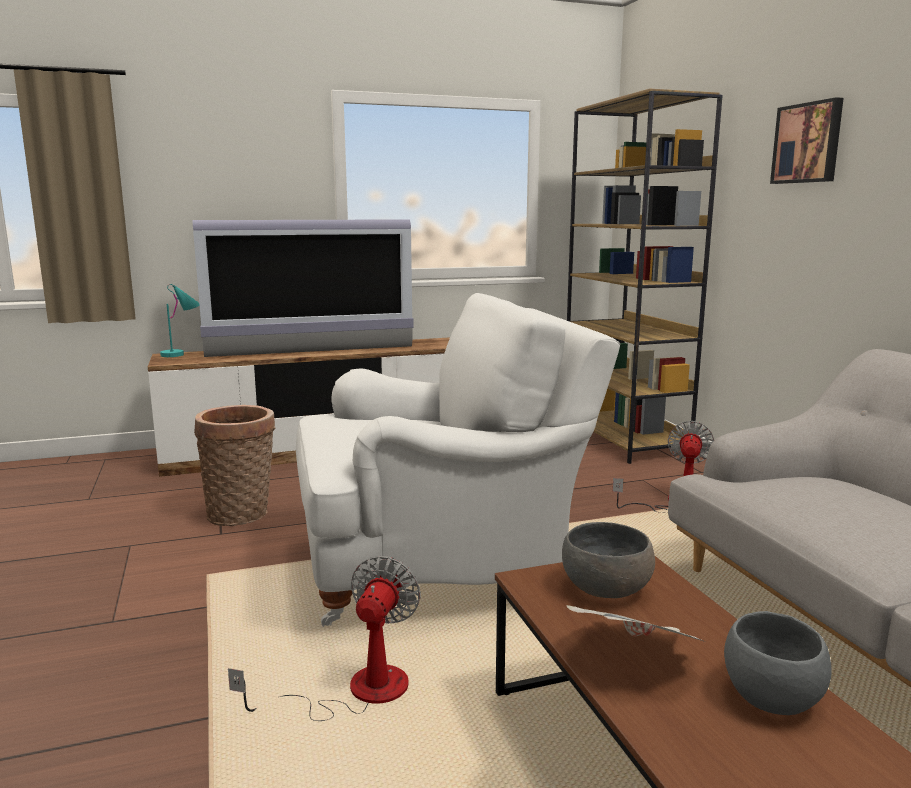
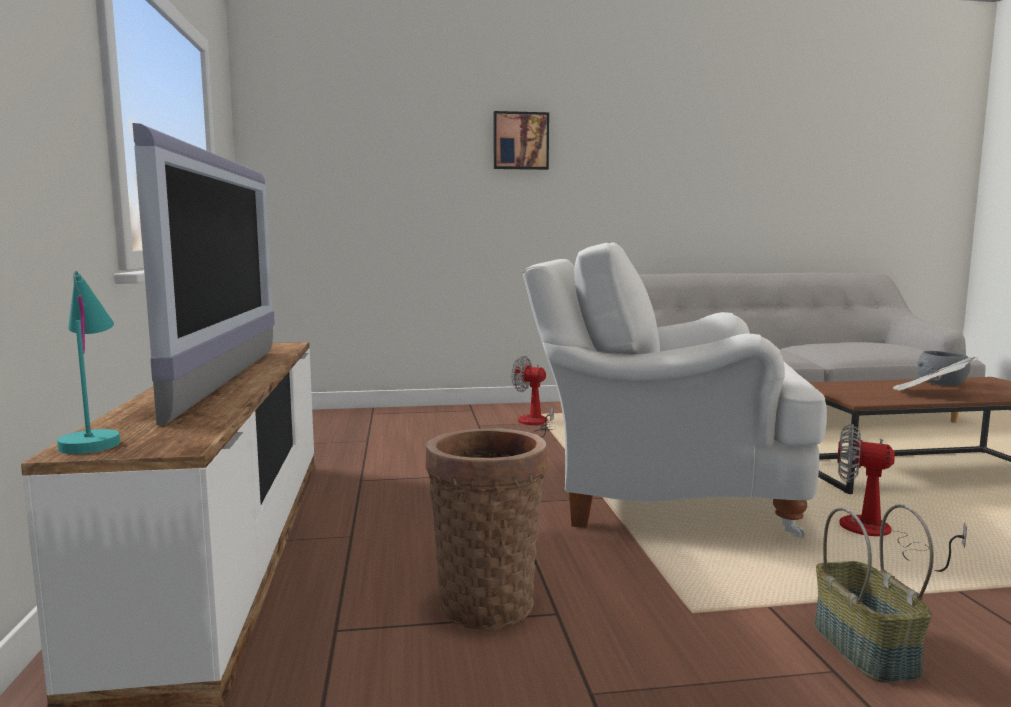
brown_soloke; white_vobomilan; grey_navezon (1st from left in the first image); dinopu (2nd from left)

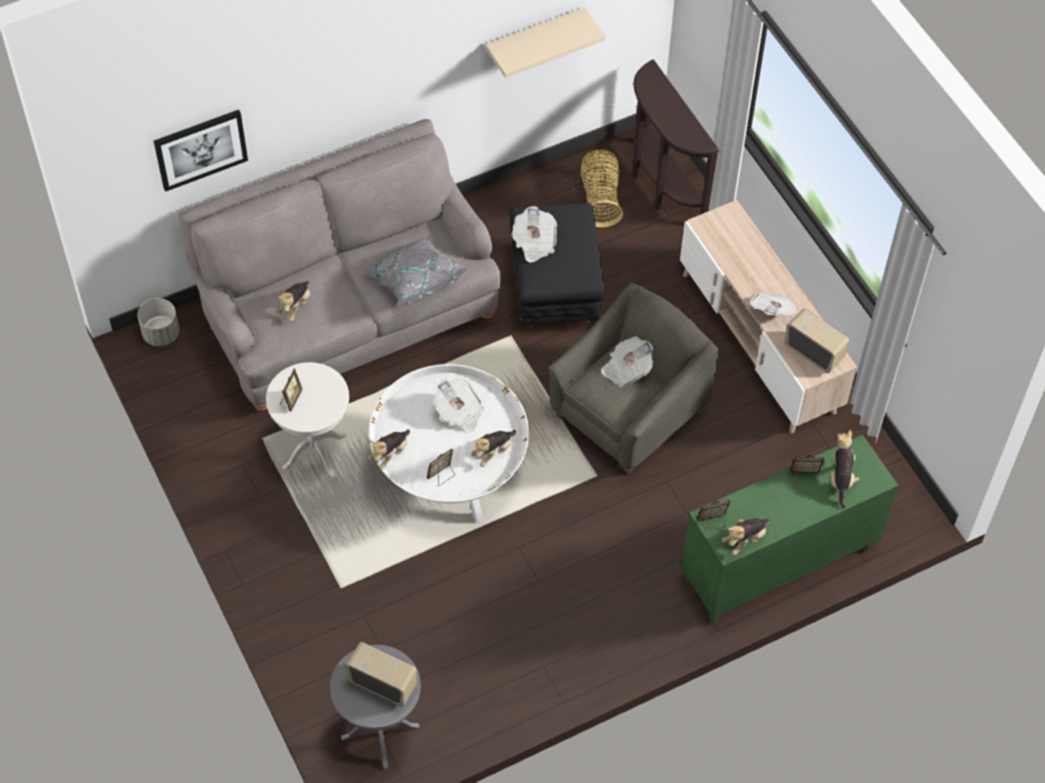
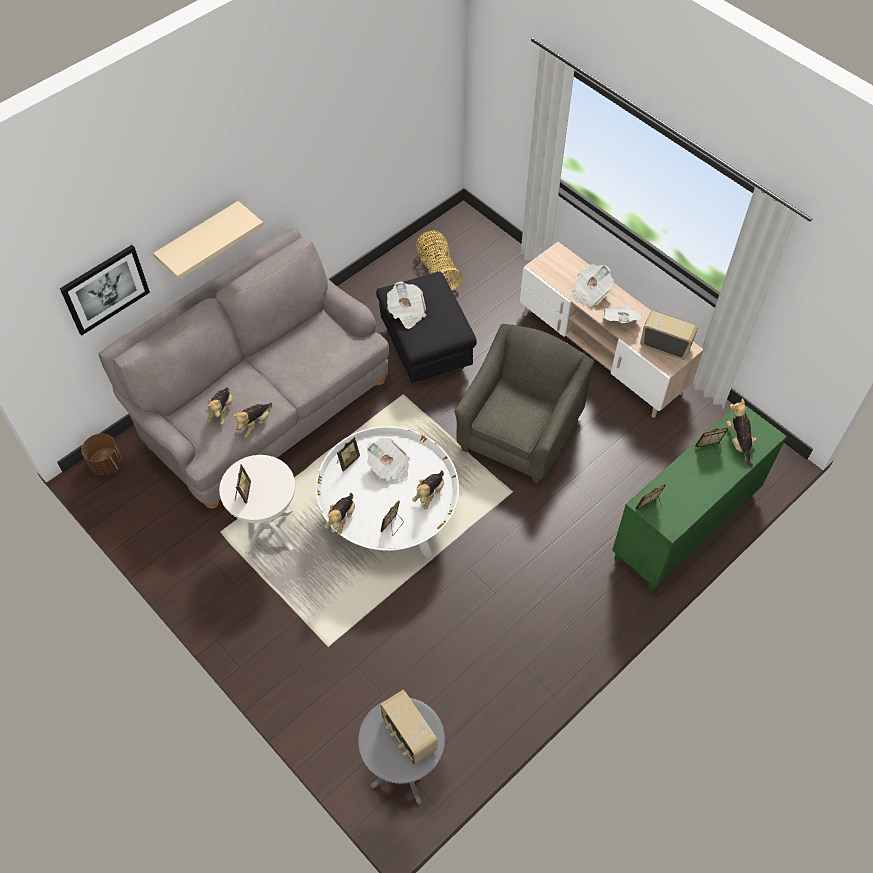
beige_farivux; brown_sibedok; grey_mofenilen; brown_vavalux; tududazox (3rd from left); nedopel (2nd from left); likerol (1st from left); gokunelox (2nd from left)

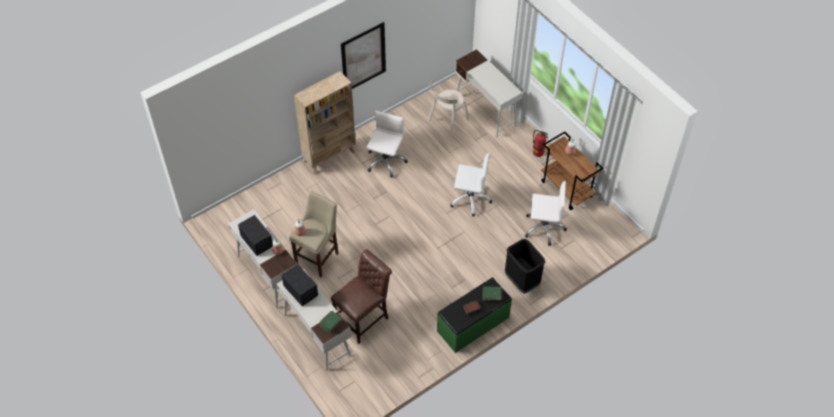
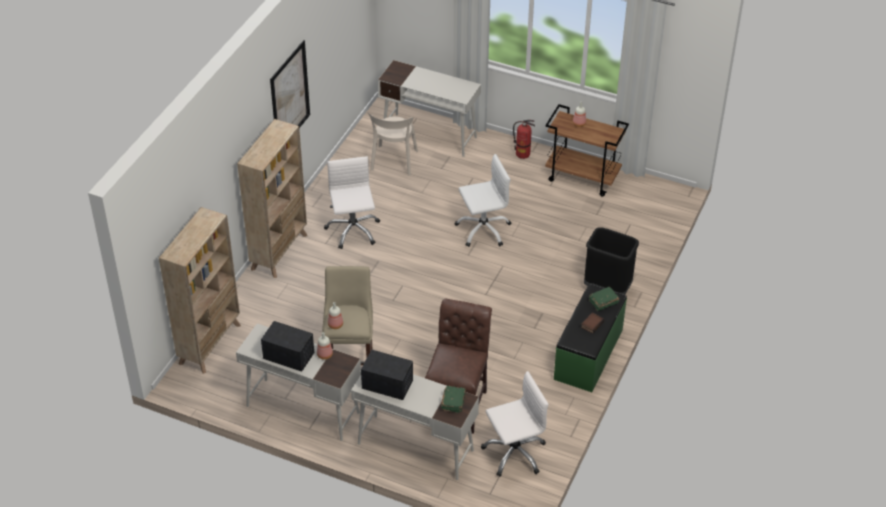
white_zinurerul (3rd from left); beige_soloke (1st from left)

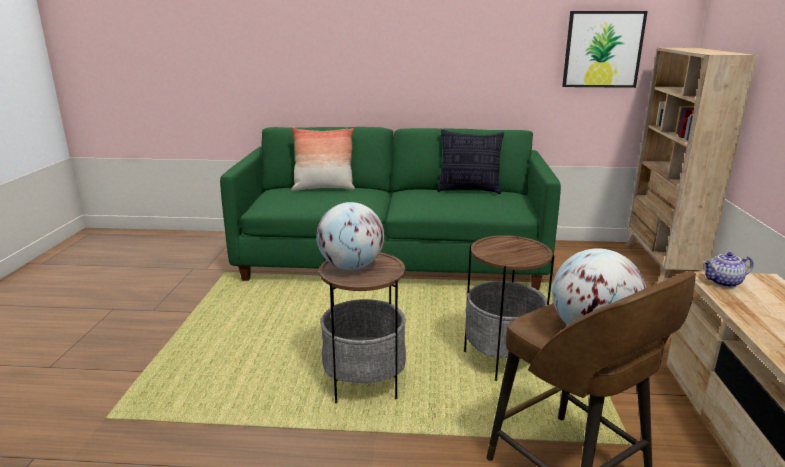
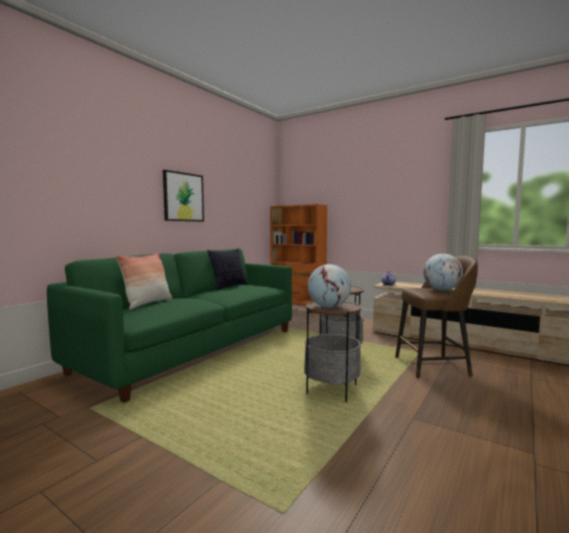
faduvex; orange_soloke

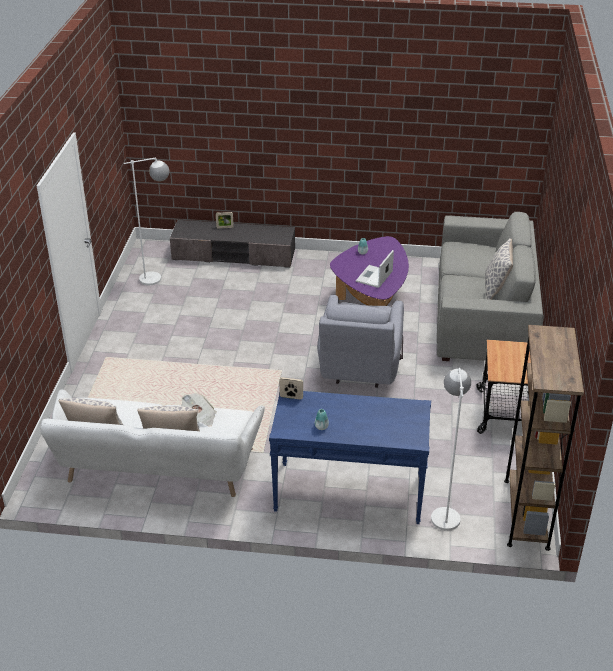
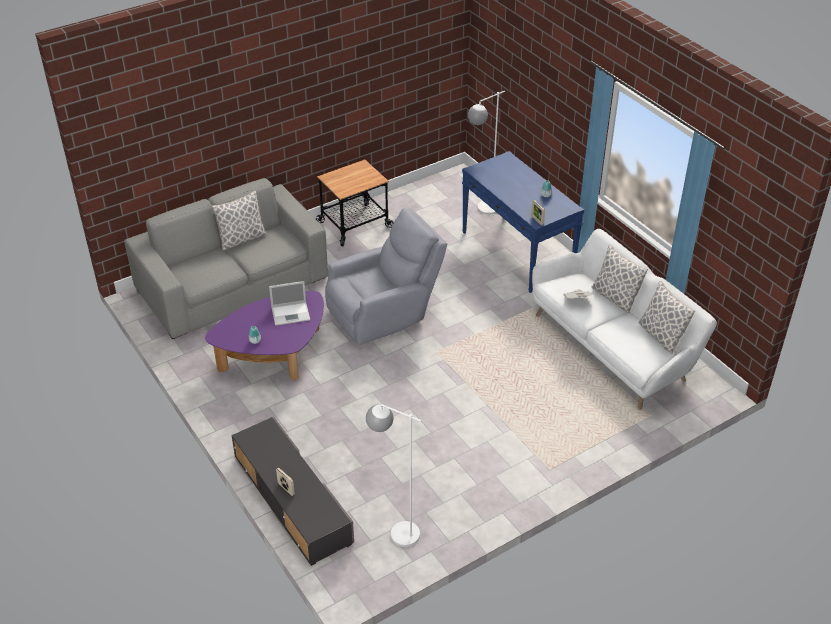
brown_soloke

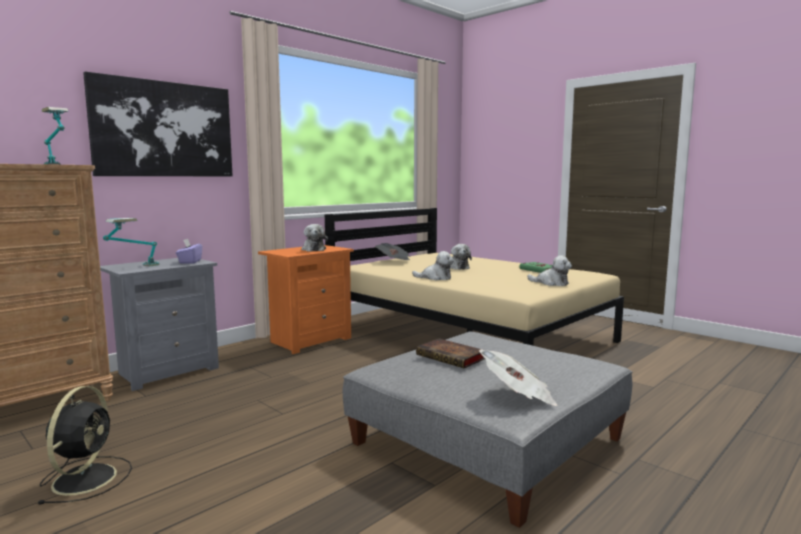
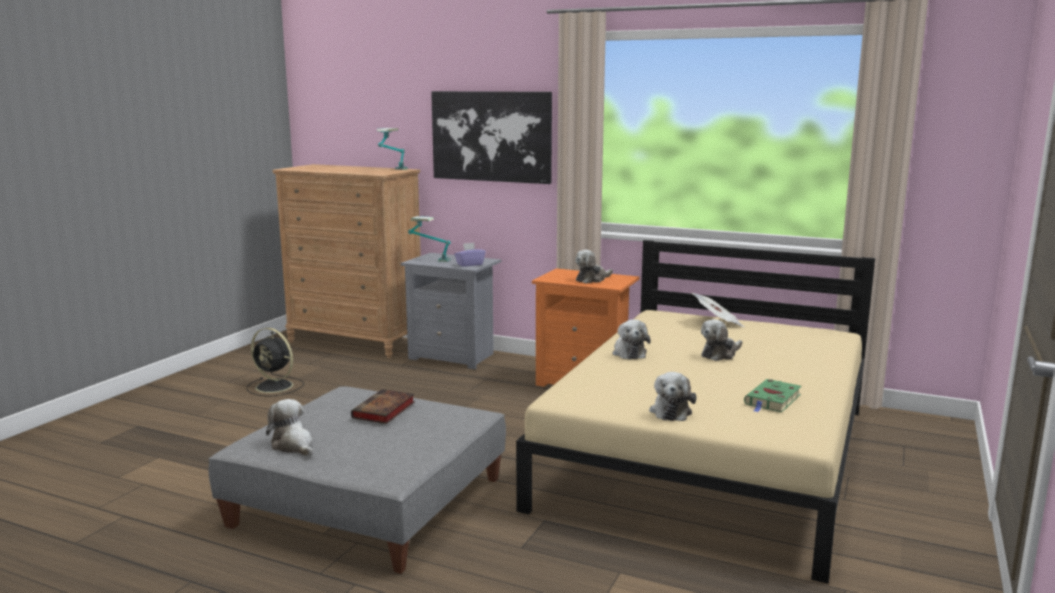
nedopel (1st from left); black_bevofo

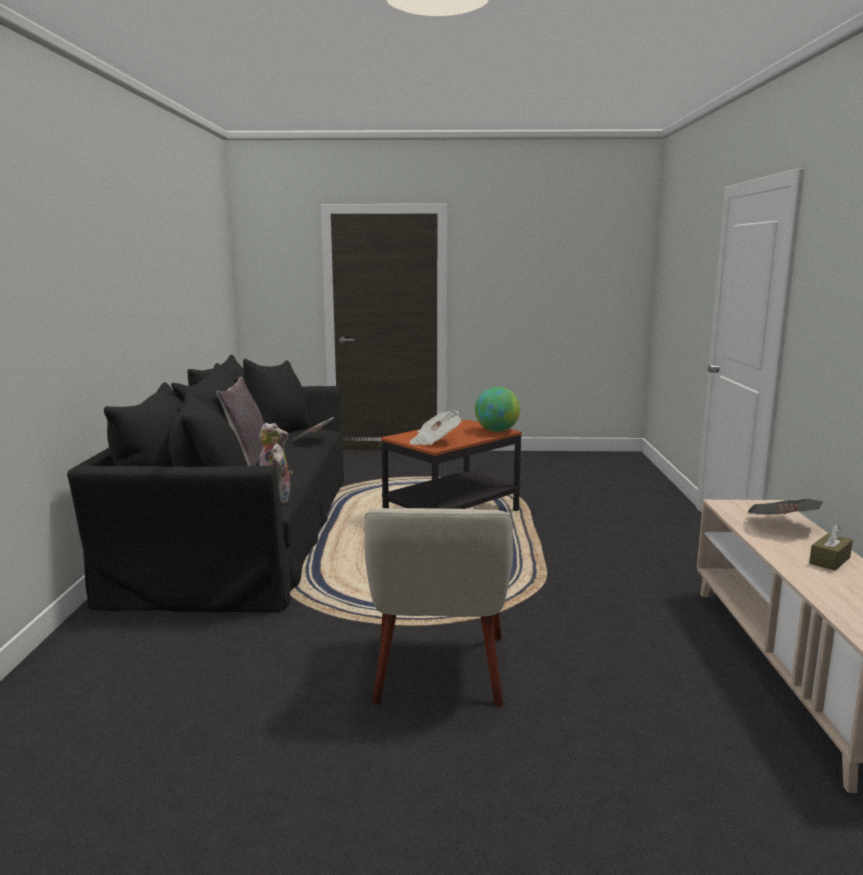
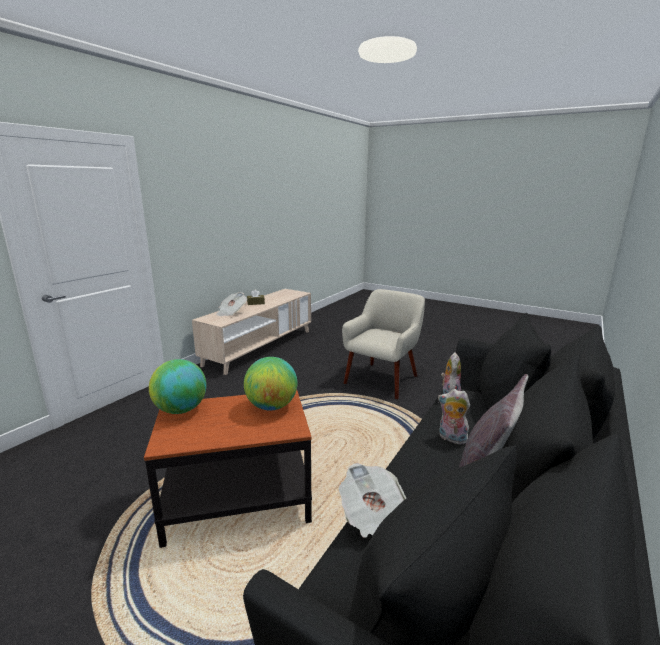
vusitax (2nd from left)

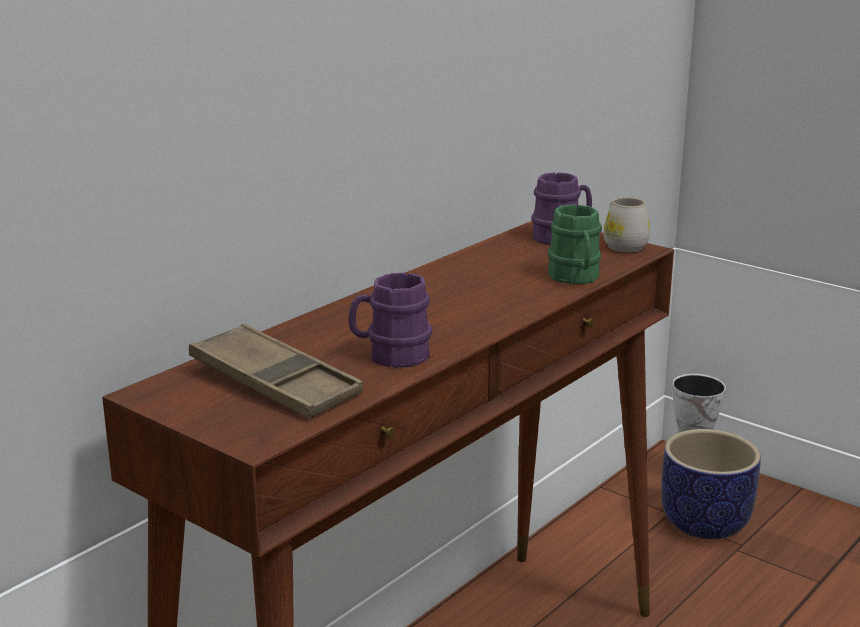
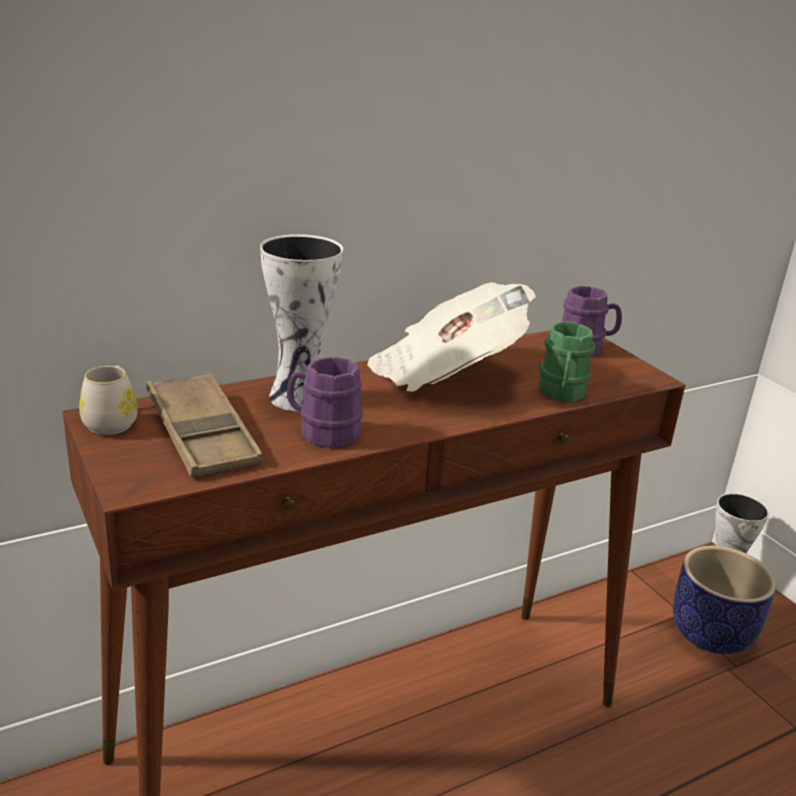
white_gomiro; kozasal (1st from left); tududazox

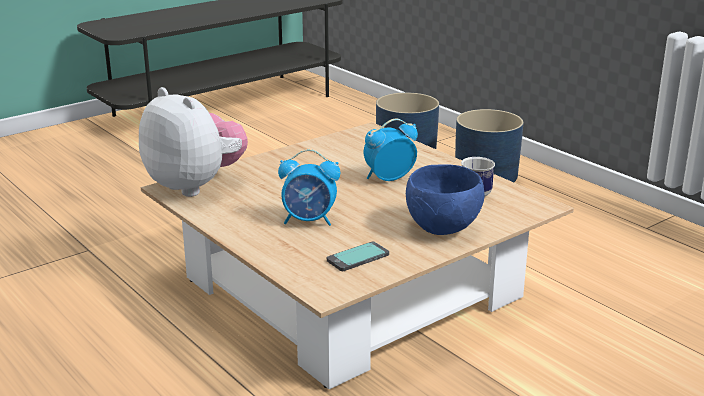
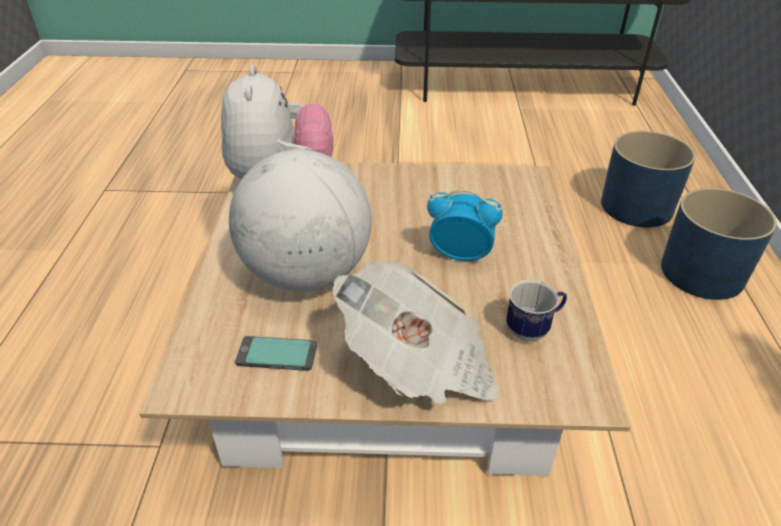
vusitax; tududazox

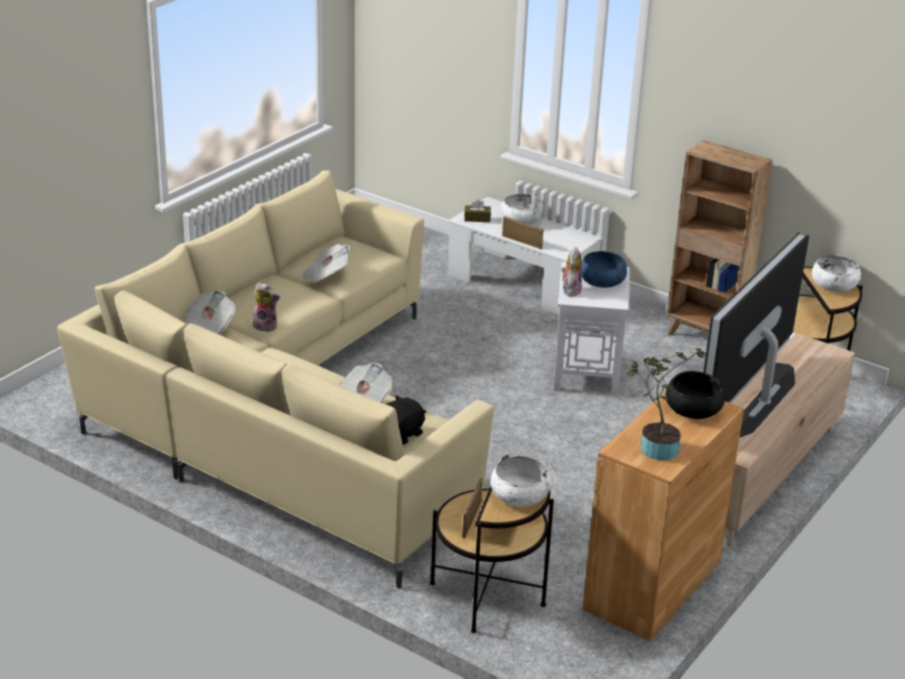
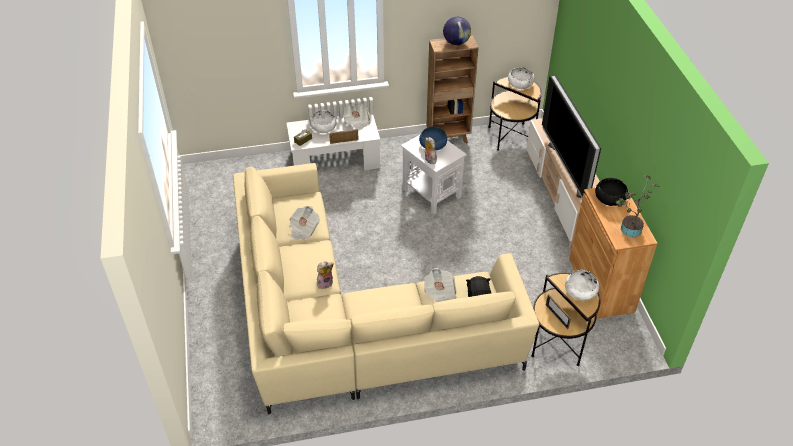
tududazox (2nd from left); vusitax

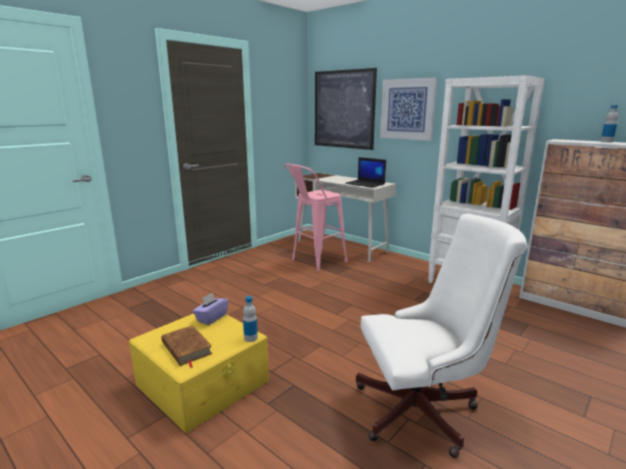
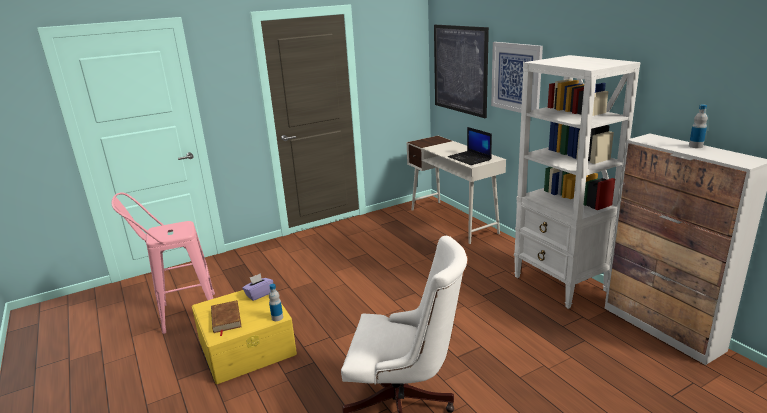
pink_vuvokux

